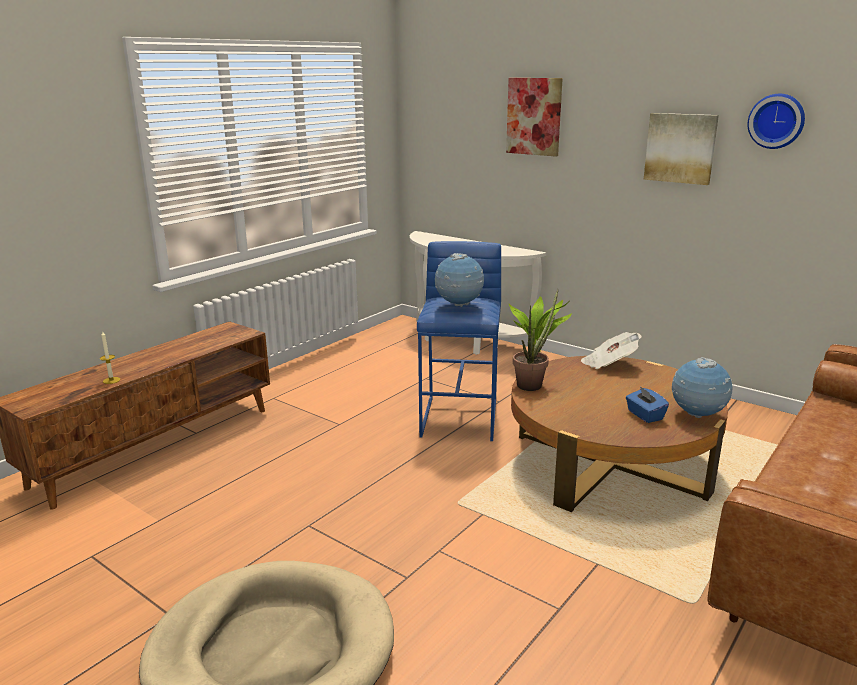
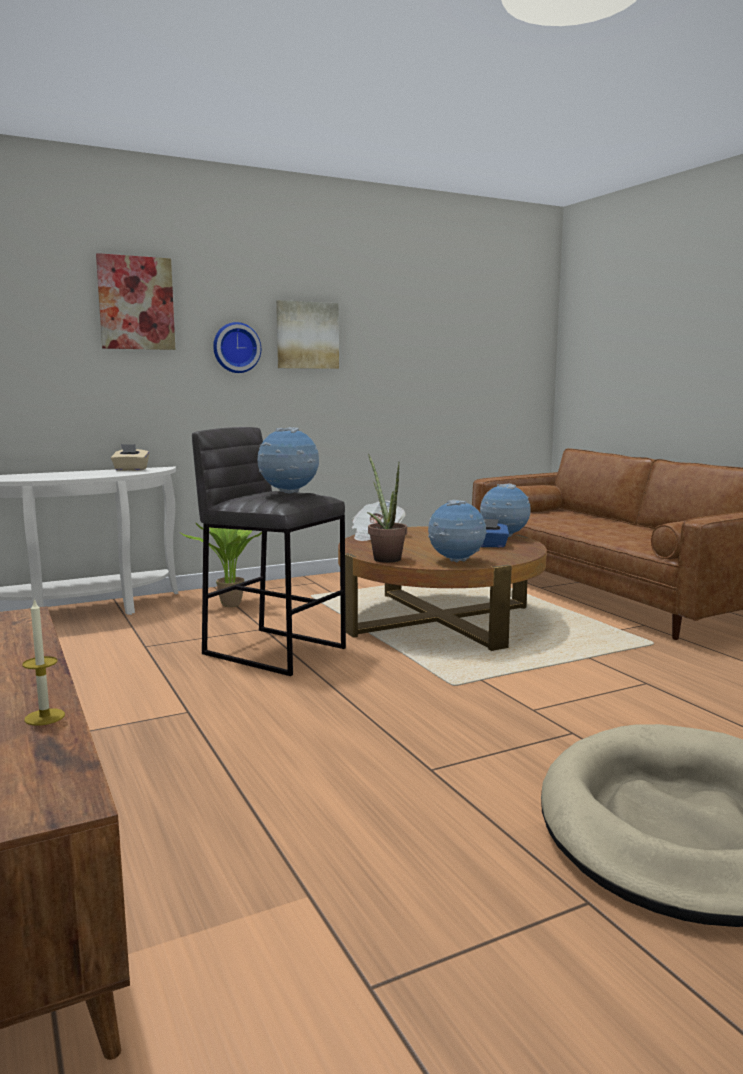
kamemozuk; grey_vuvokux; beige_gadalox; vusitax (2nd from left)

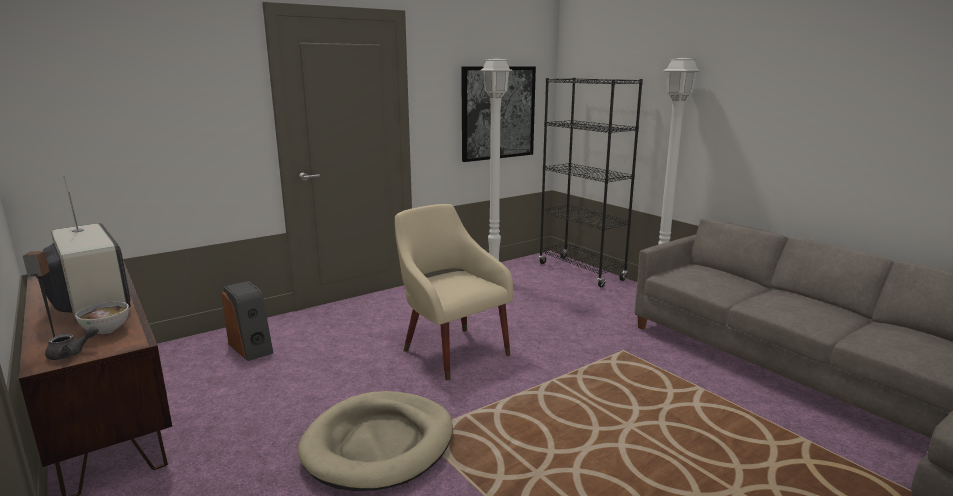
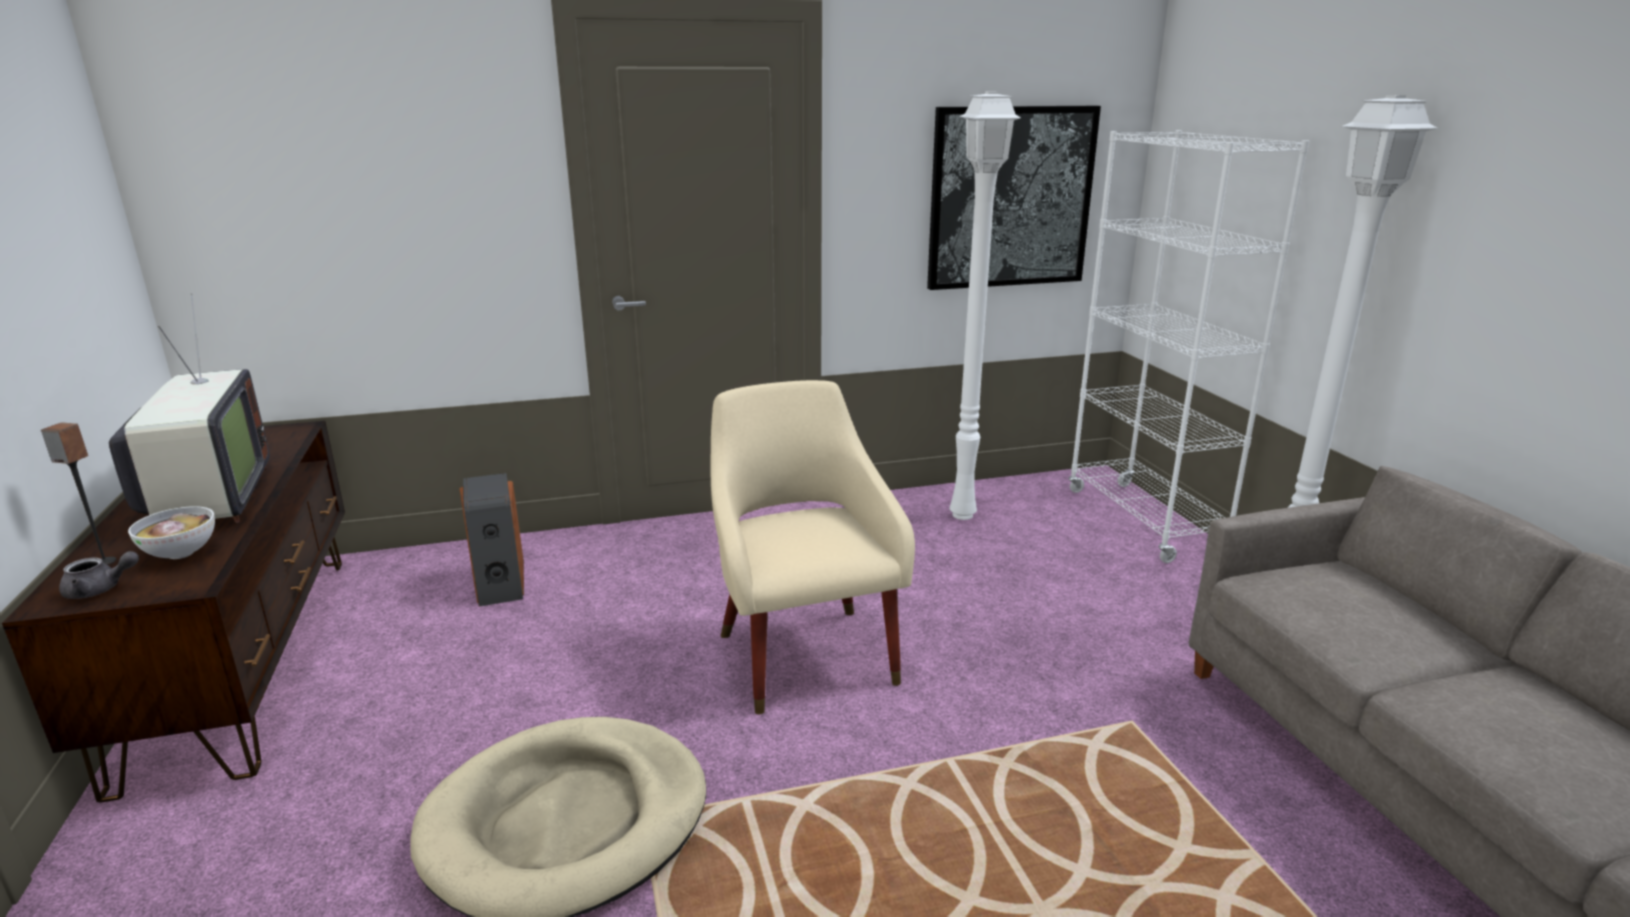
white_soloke

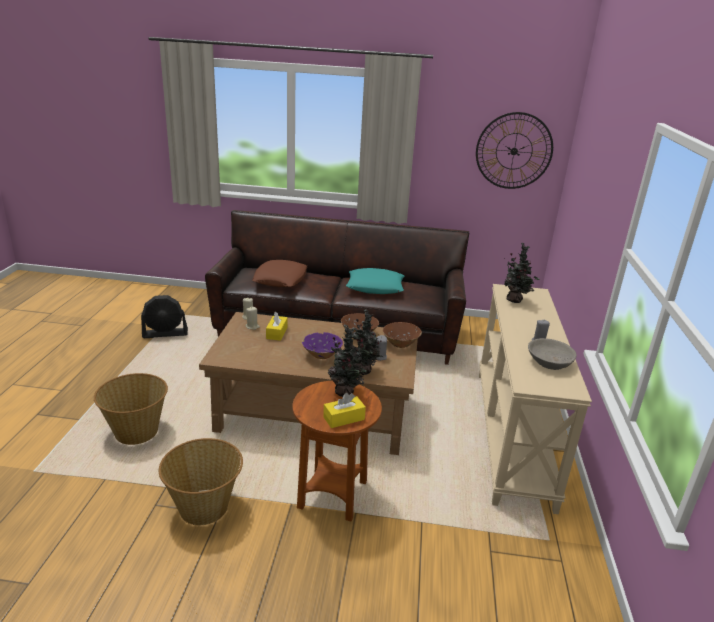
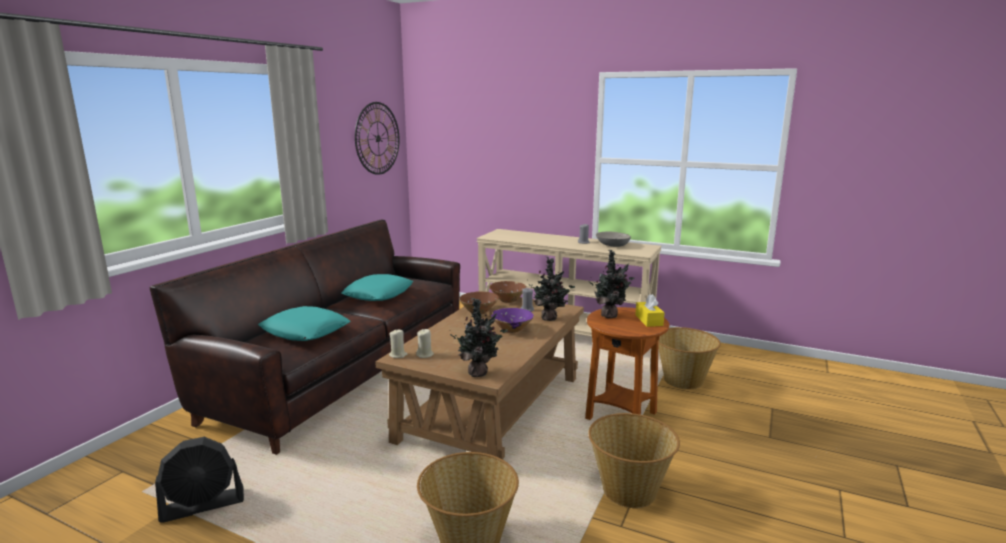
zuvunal (1st from left); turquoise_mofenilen (1st from left); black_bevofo; yellow_gadalox (1st from left in the first image); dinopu (3rd from left)

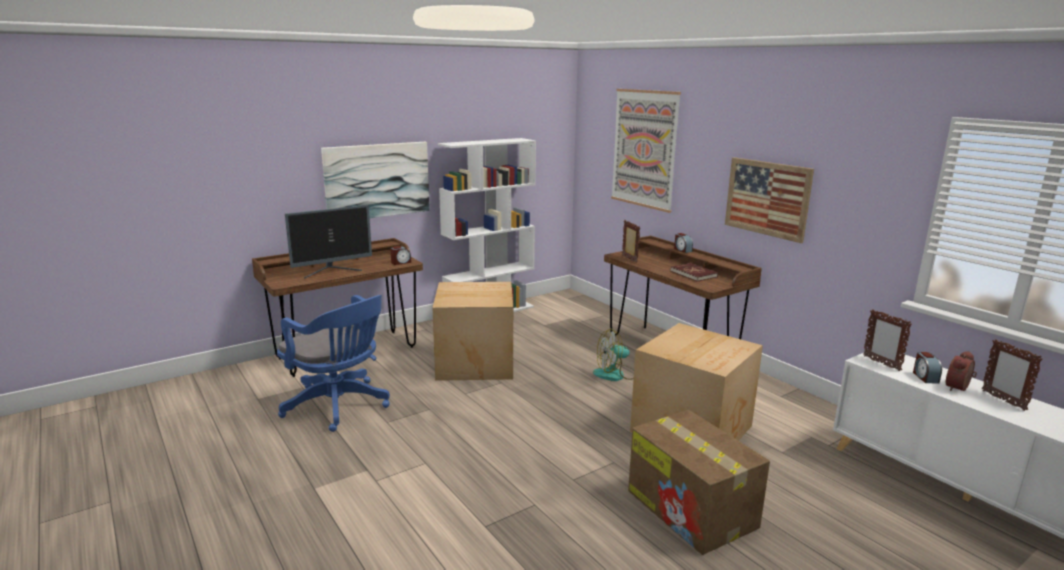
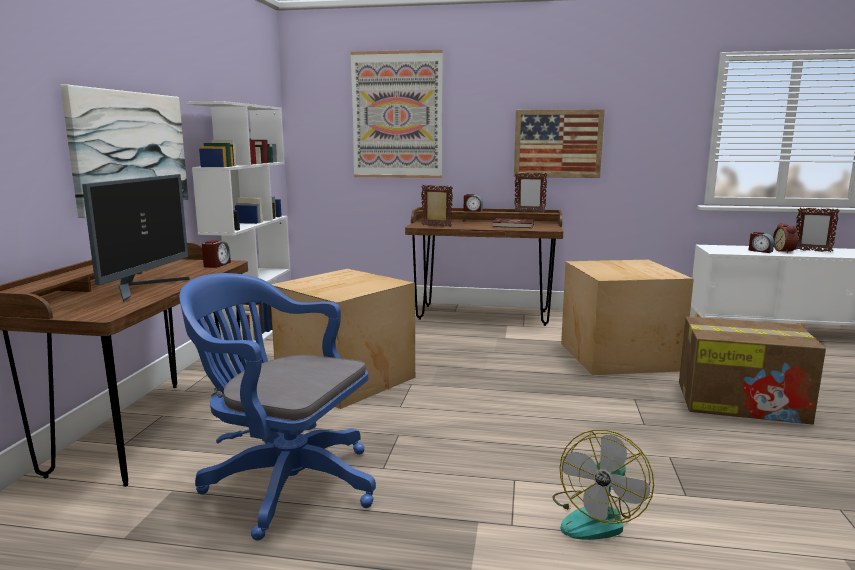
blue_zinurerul; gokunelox (2nd from left); bevofo

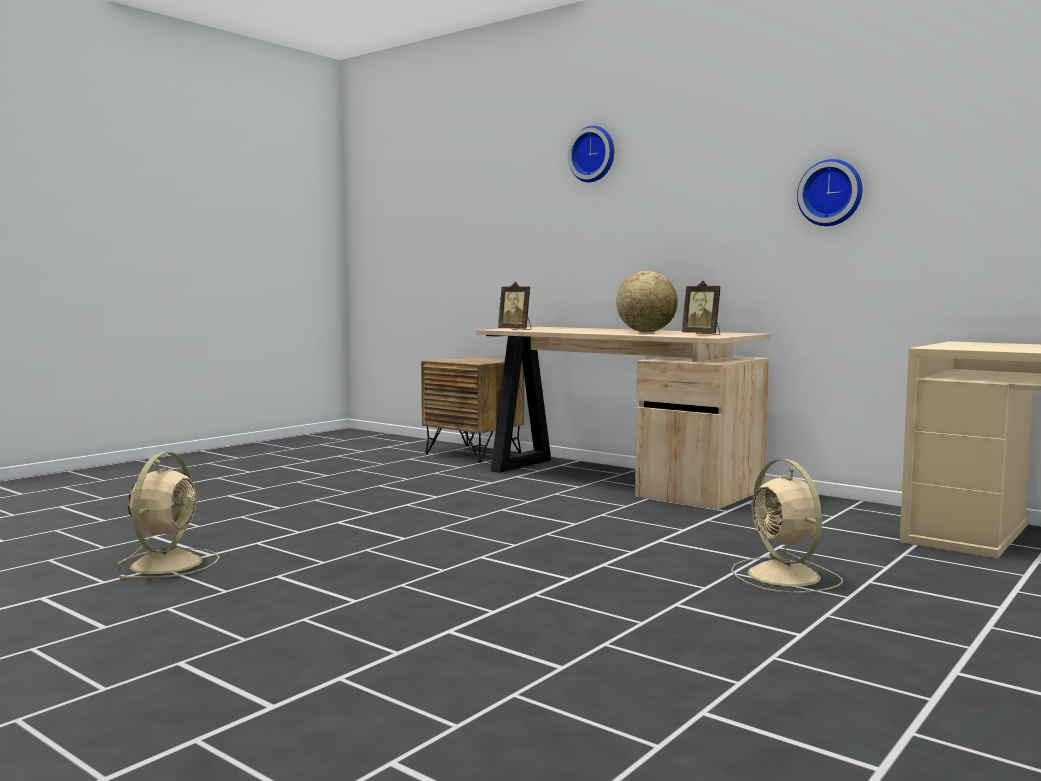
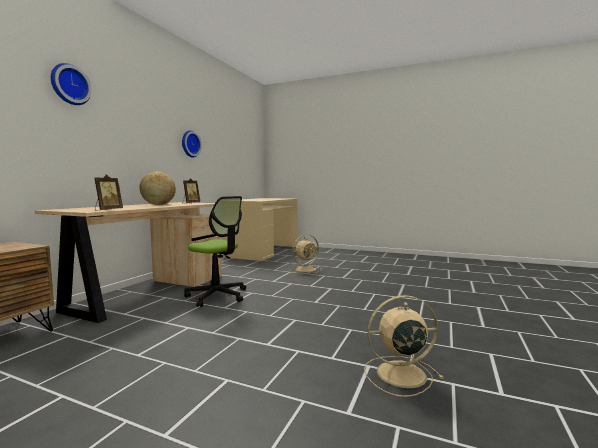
zinurerul

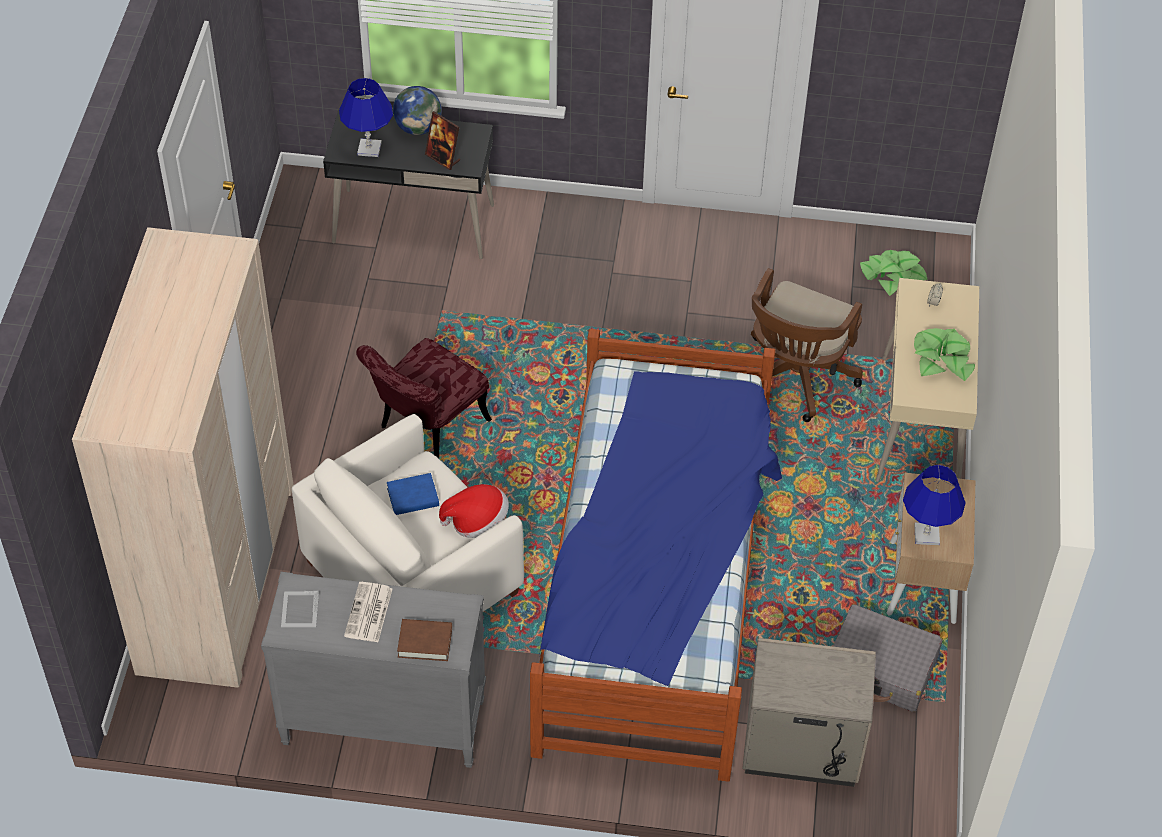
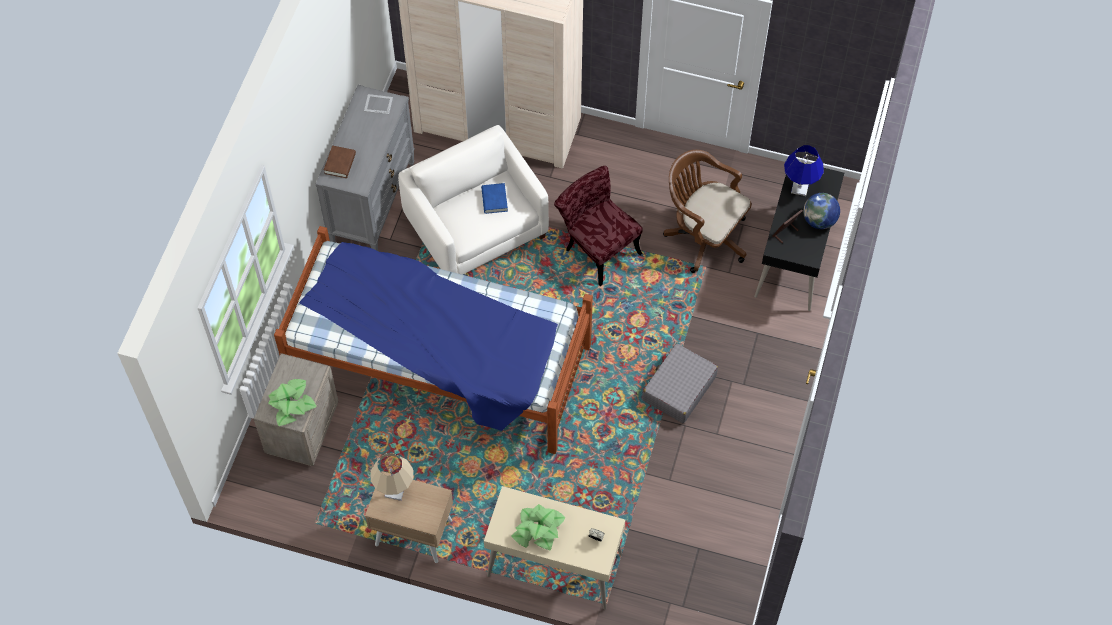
zuvunal (1st from left); brown_zinurerul; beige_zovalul; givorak; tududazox; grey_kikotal

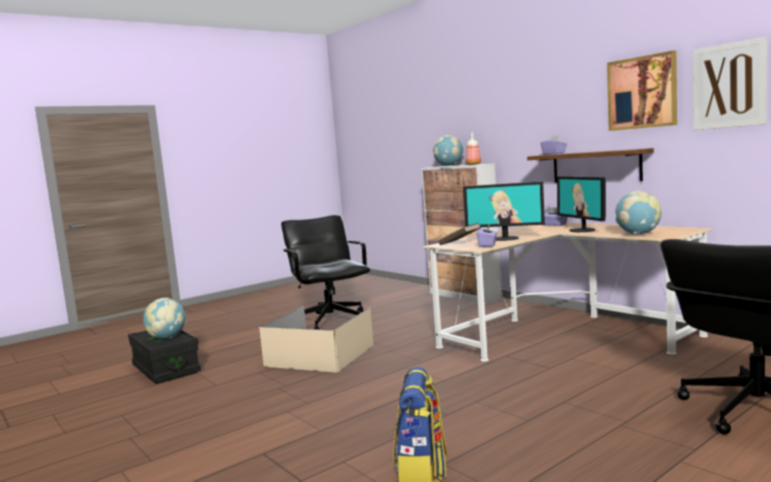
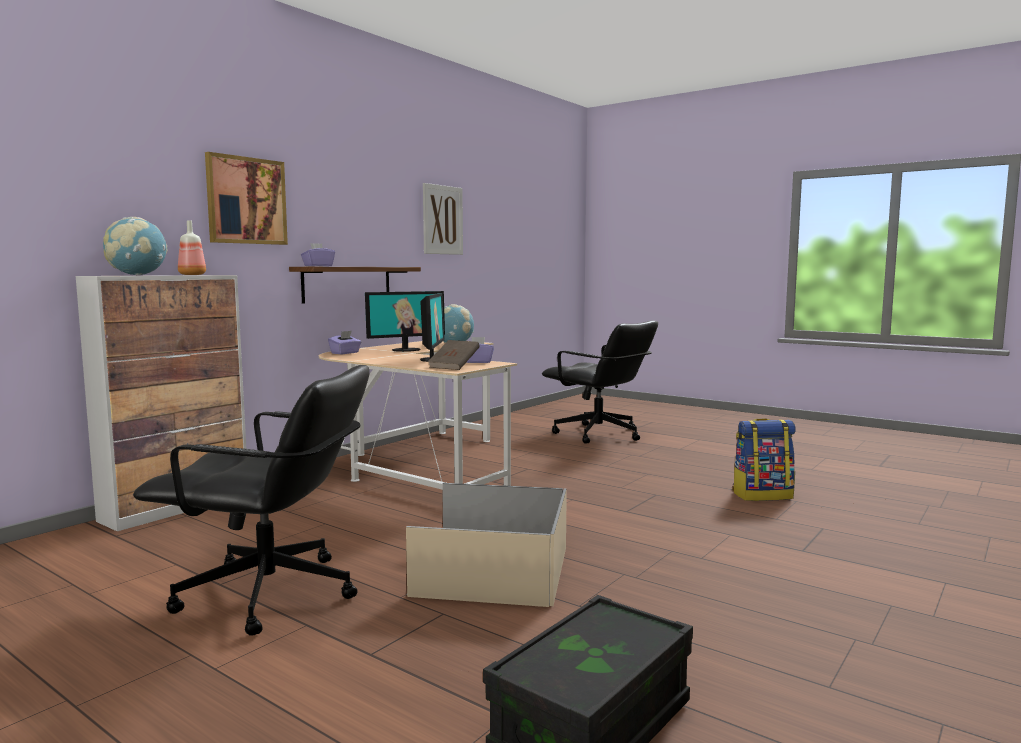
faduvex (1st from left); black_zinurerul (1st from left); vusitax (1st from left in the first image)

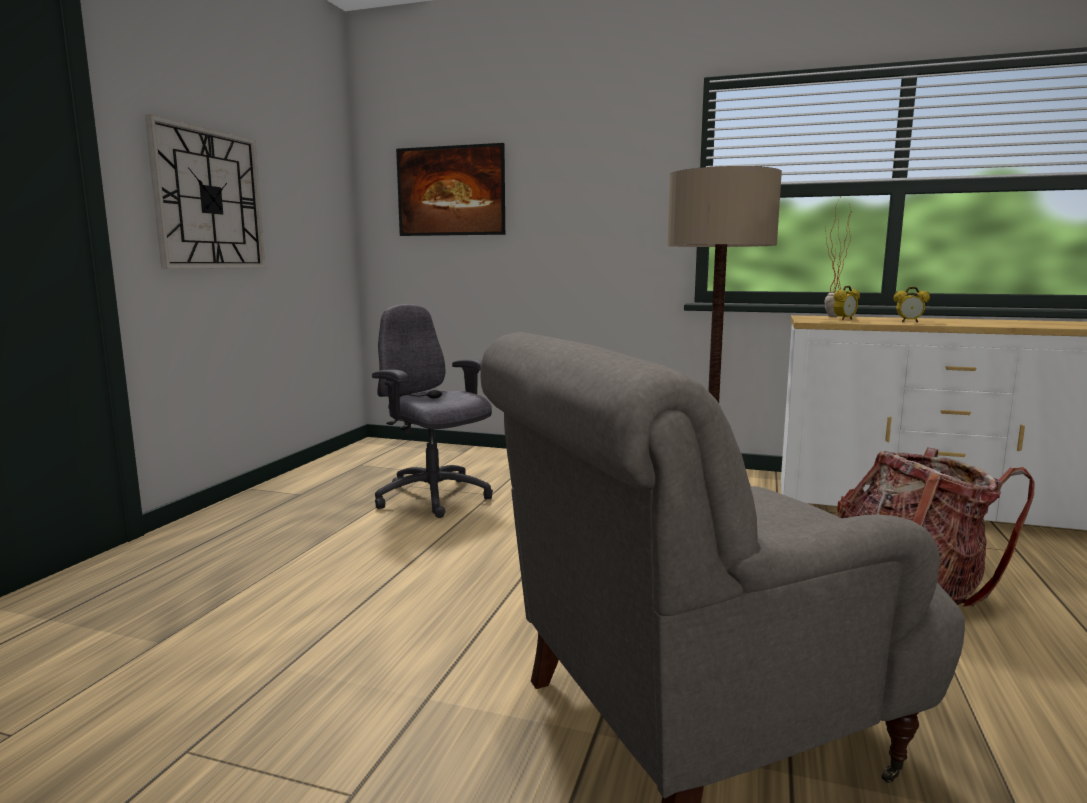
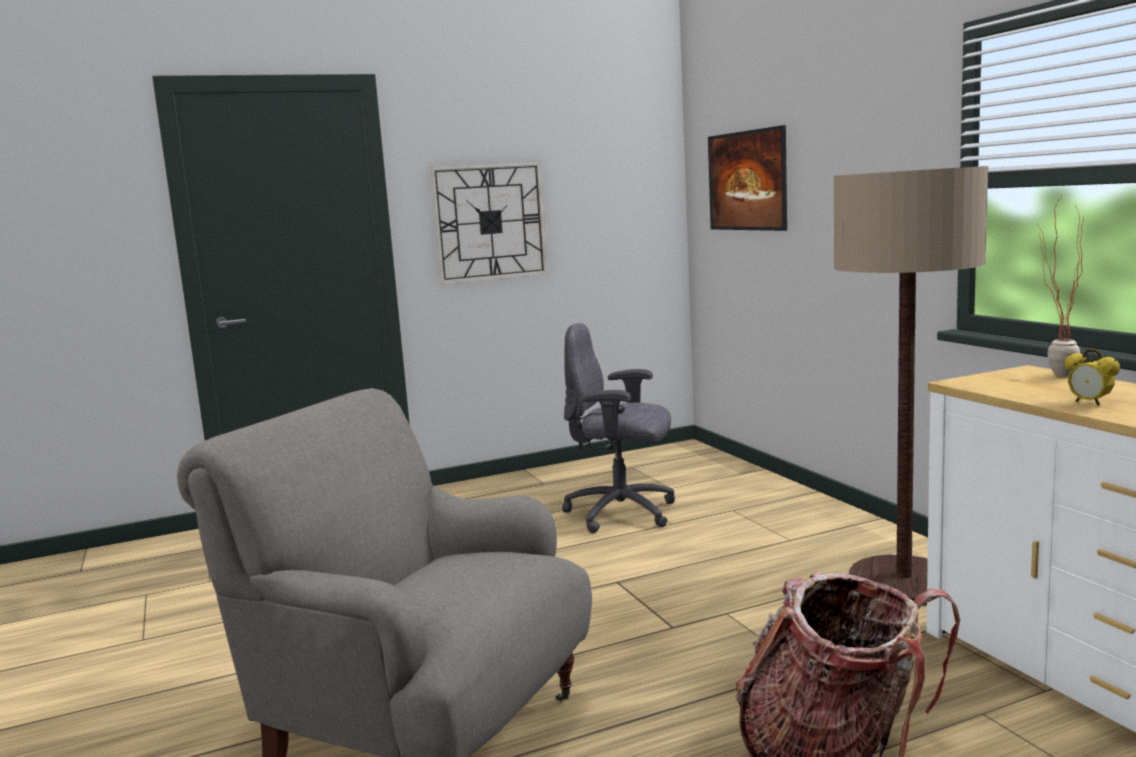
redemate (1st from left in the first image); grey_zinurerul

